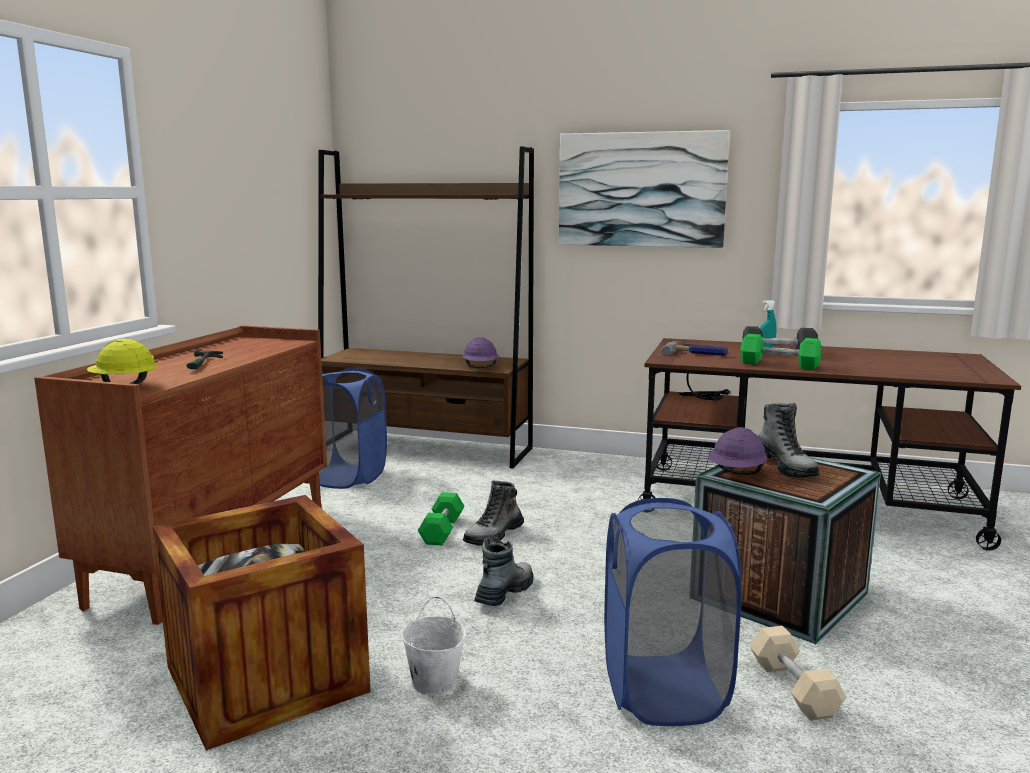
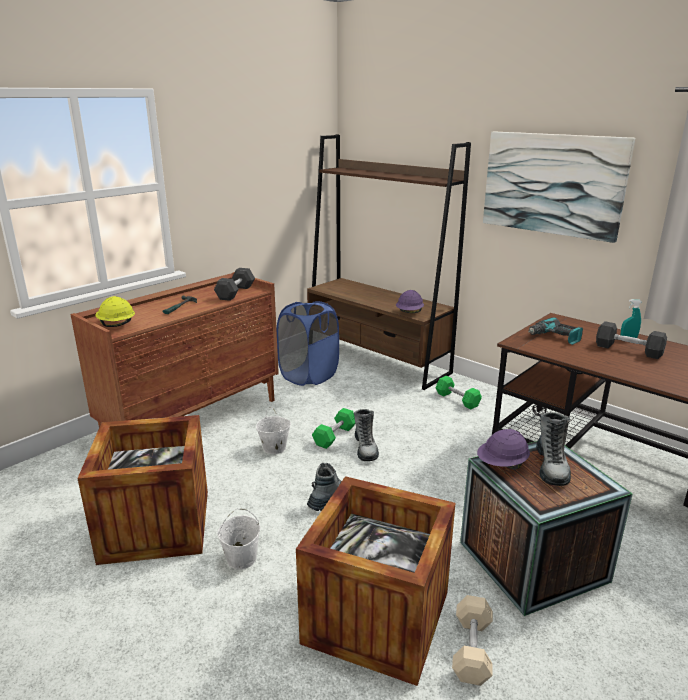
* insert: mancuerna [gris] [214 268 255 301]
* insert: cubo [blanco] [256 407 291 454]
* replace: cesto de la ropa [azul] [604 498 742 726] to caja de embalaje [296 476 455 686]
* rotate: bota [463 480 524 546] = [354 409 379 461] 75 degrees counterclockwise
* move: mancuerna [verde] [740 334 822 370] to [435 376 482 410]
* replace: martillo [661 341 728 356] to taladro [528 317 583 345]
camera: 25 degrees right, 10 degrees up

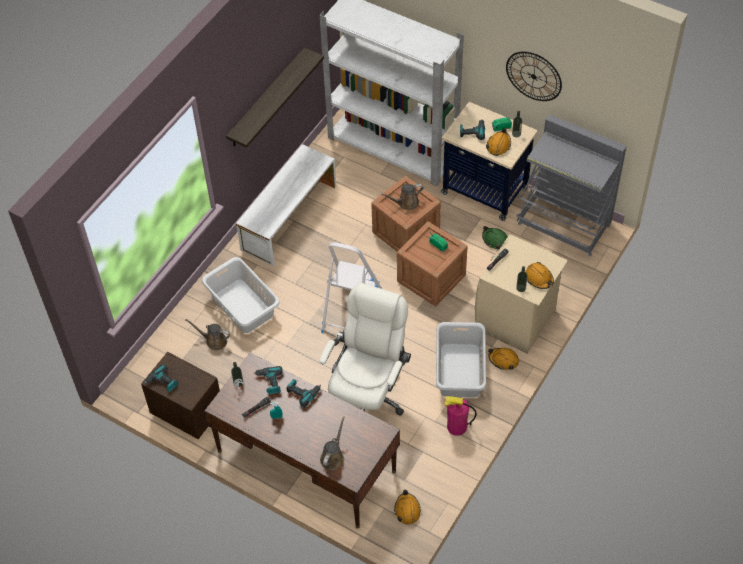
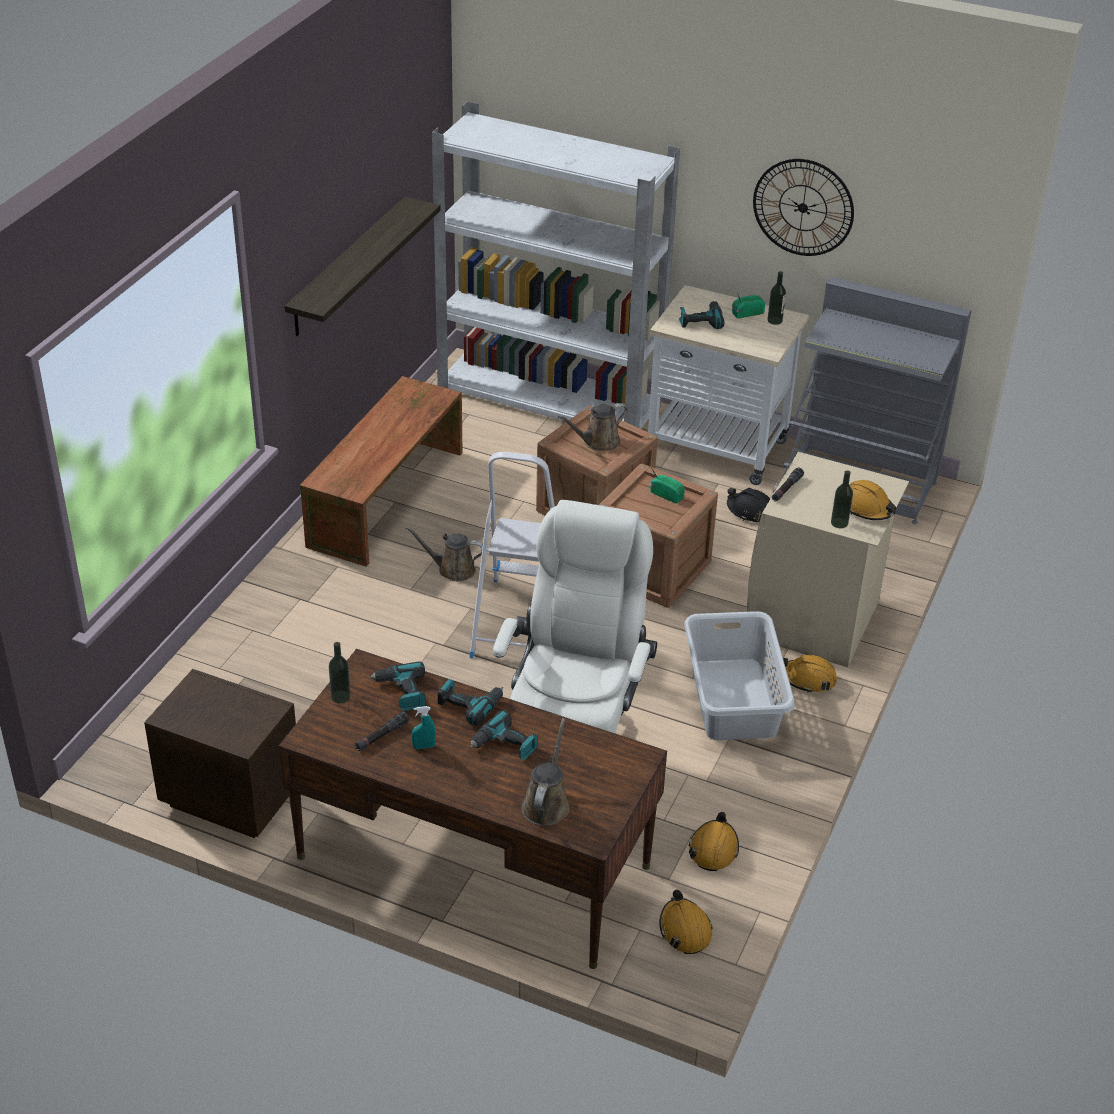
* recolor: banco [blanco] [236 144 336 266] to banco [marrón] [300 376 463 567]
* move: regadera [marrón] [186 319 230 350] to [405 526 483 581]
* move: taladro [144 364 178 392] to [469 710 538 761]
* recolor: carrito [azul] [441 102 538 221] to carrito [blanco] [648 285 809 485]
* move: casco [naranja] [486 128 511 156] to [689 812 739 871]
* recolor: casco [verde] [482 226 508 249] to casco [negro] [727 488 770 522]
* delete: cesto de la ropa [blanco] [202 257 280 333]
* delete: extintor [444 396 477 436]
camera: 10 degrees left, 15 degrees down

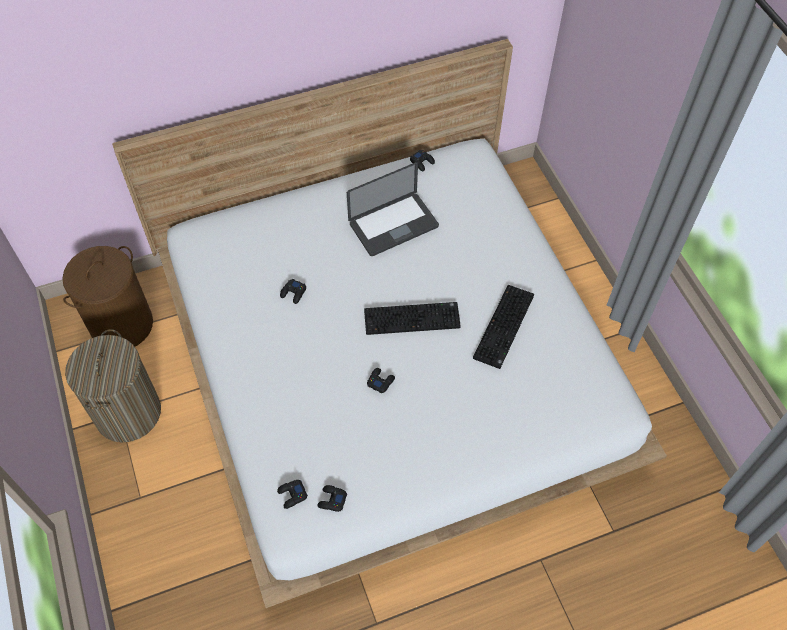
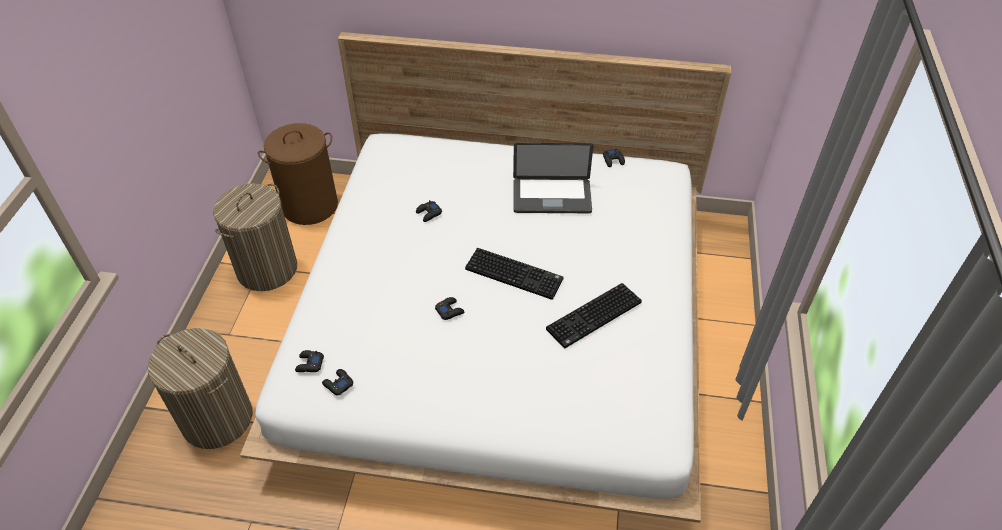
* insert: cesto de la ropa [148 328 253 449]
camera: 30 degrees right, 10 degrees down

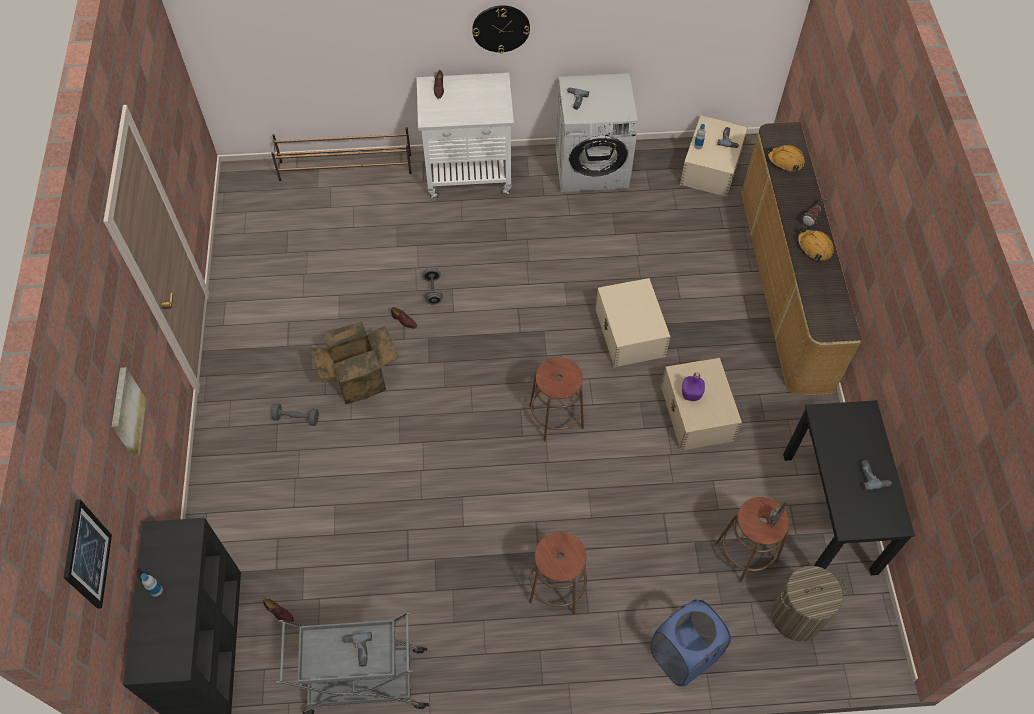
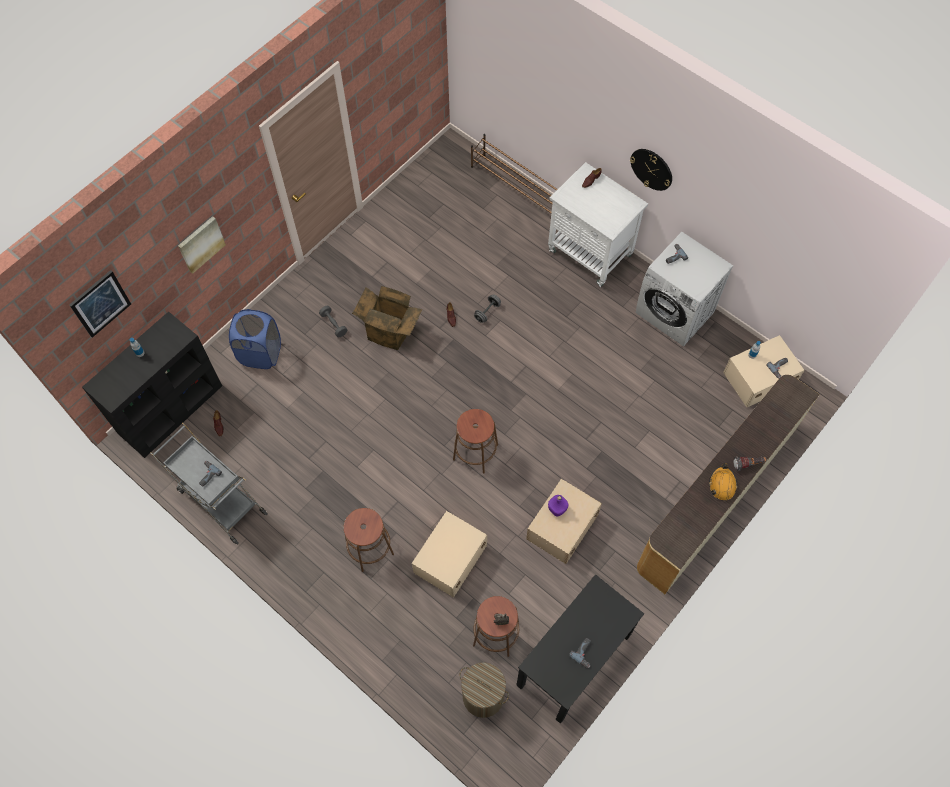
* move: cesto de la ropa [azul] [650 599 731 686] to [229 309 281 369]
* move: caja de almacenaje [beis] [595 278 671 367] to [412 511 487 598]
* delete: casco [naranja] [767 145 805 171]
camera: 45 degrees right, 5 degrees up

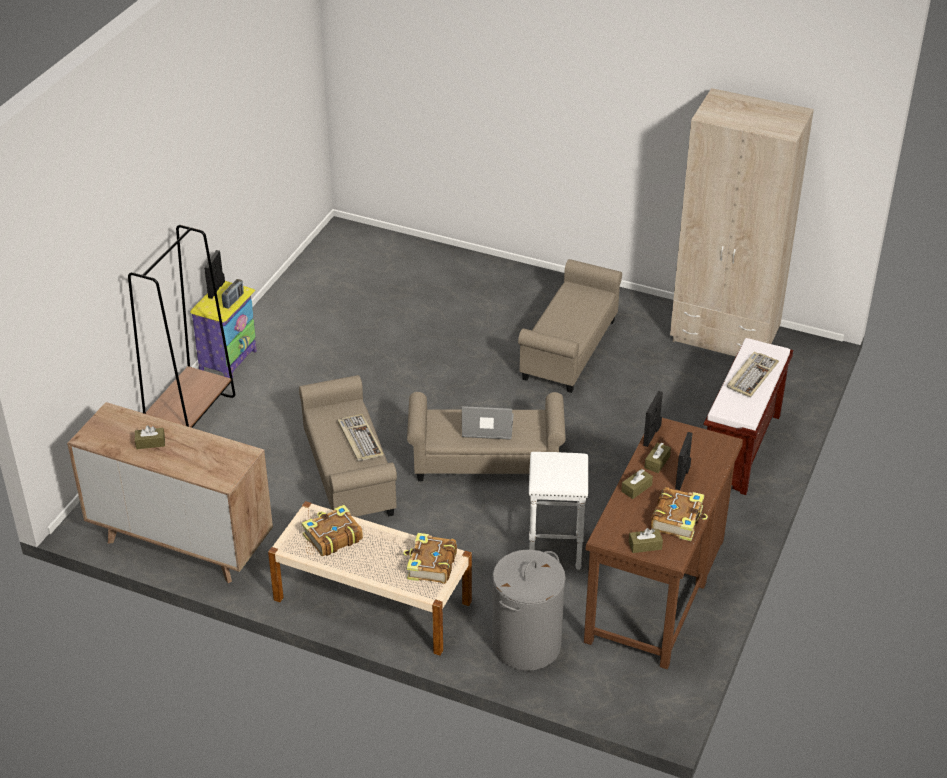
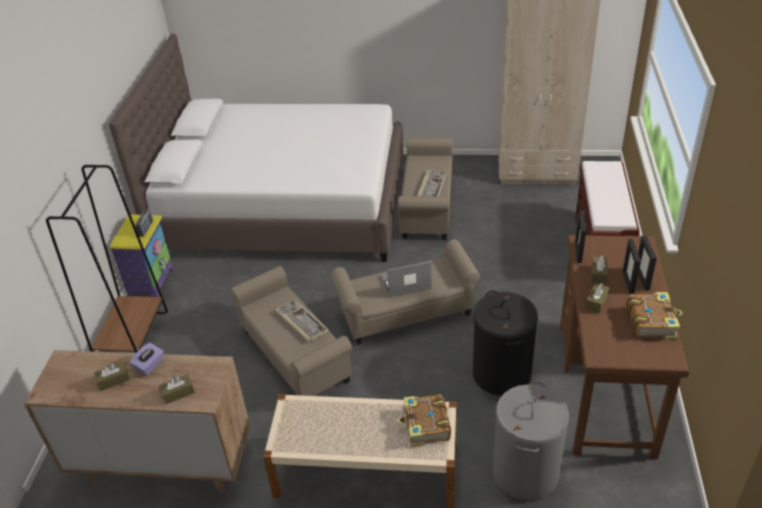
* insert: cama [blanco] [109 34 403 262]
* insert: caja de pañuelos [morado] [129 343 164 376]
* move: caja de pañuelos [marrón] [629 528 663 553] to [159 374 195 404]
* move: teclado [727 352 779 397] to [417 170 447 196]
* replace: taburete [blanco] [529 452 588 570] to cesto de la ropa [negro] [473 291 538 396]
* move: portarretratos [204 250 225 299] to [638 236 657 291]
* delete: libro [302 505 363 556]
camera: 15 degrees left, 0 degrees up

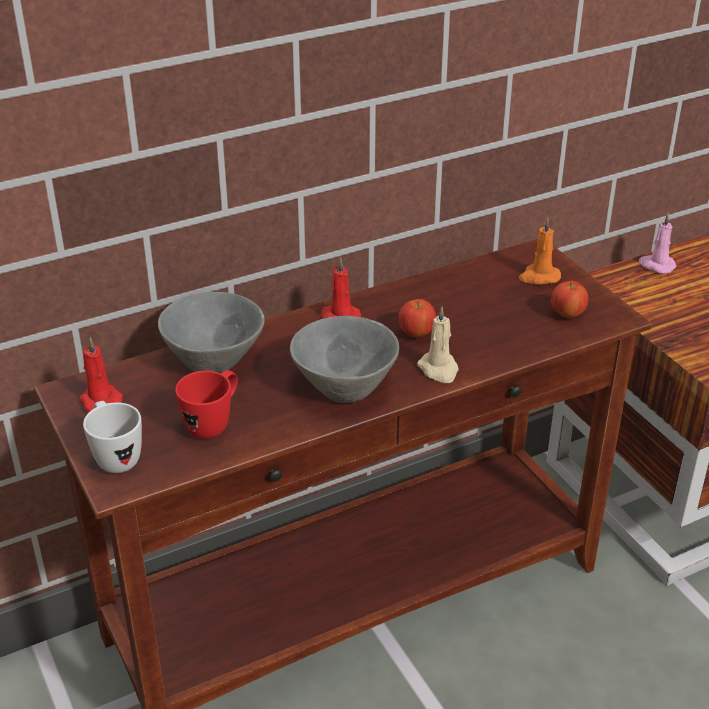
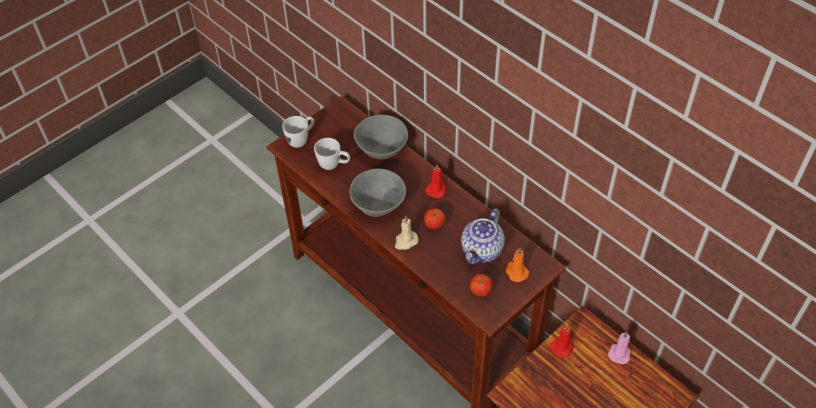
* recolor: taza grande [rojo] [175 370 238 439] to taza grande [blanco] [314 138 350 170]
* insert: tetera [461 208 505 264]
* move: vela [rojo] [79 337 123 412] to [550 326 574 358]
camera: 75 degrees right, 15 degrees up

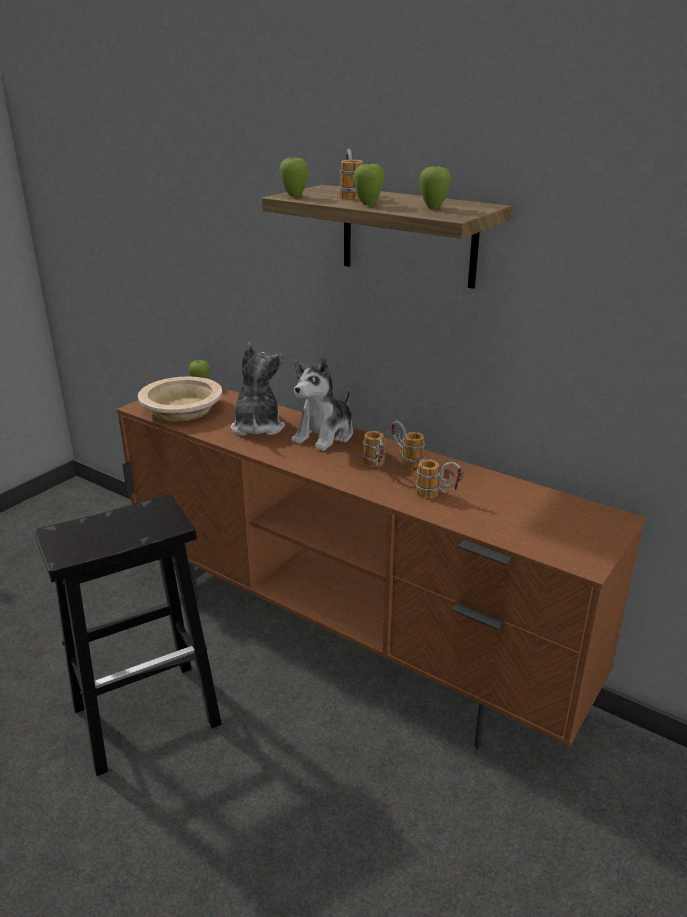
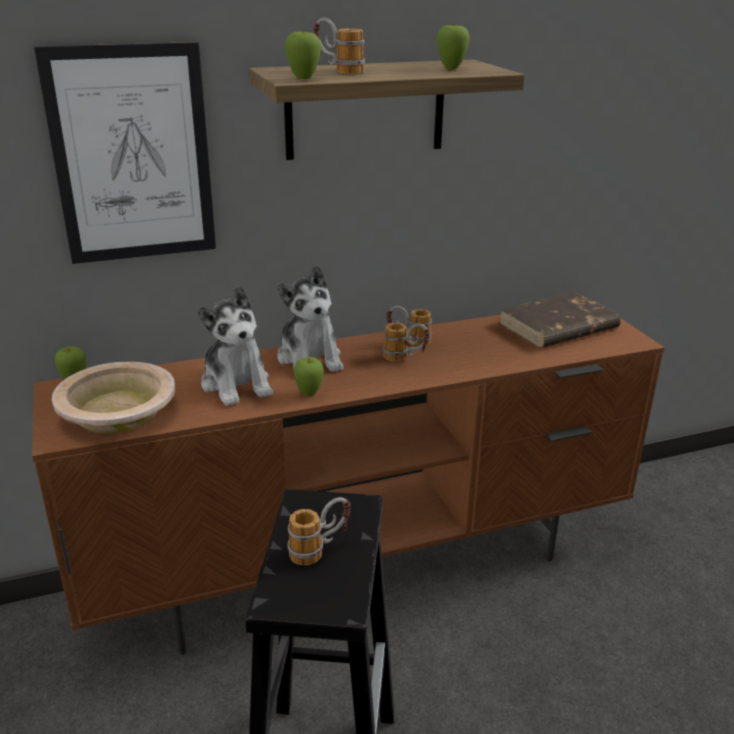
* insert: cuadro [34 42 216 264]
* rotate: peluche [231 342 285 436] = [198 286 273 406] 150 degrees counterclockwise
* move: taza grande [415 459 463 498] to [287 497 350 566]
* move: manzana [353 162 384 206] to [293 357 324 396]
* insert: libro [marrón] [498 292 621 348]
camera: 55 degrees left, 0 degrees up

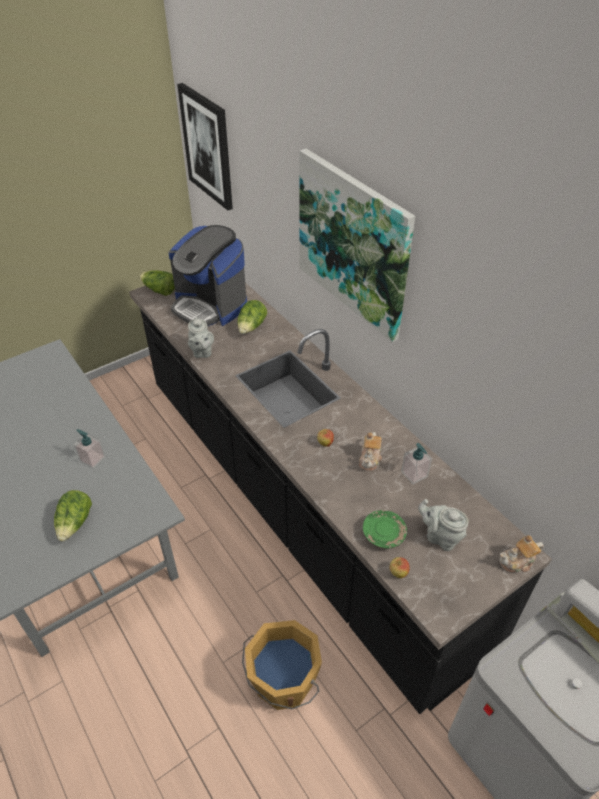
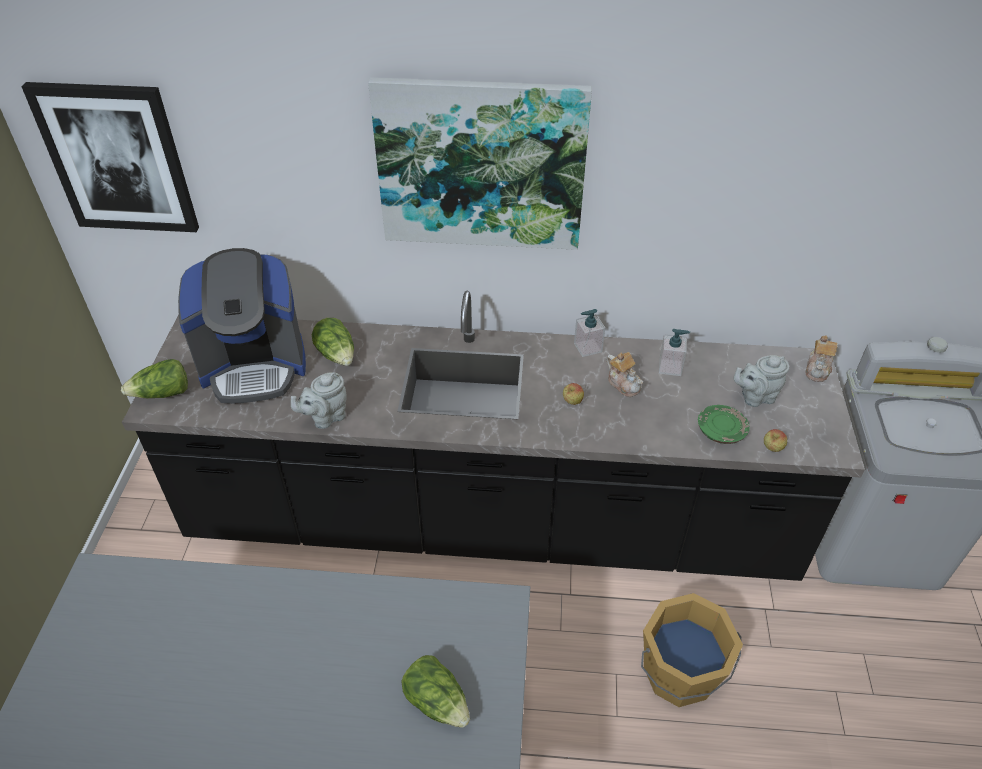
* rotate: tetera [gris] [188 316 214 358] = [291 372 347 429] 120 degrees clockwise
* move: dispensador de jabón [74 429 105 468] to [574 309 605 357]
camera: 50 degrees left, 0 degrees up

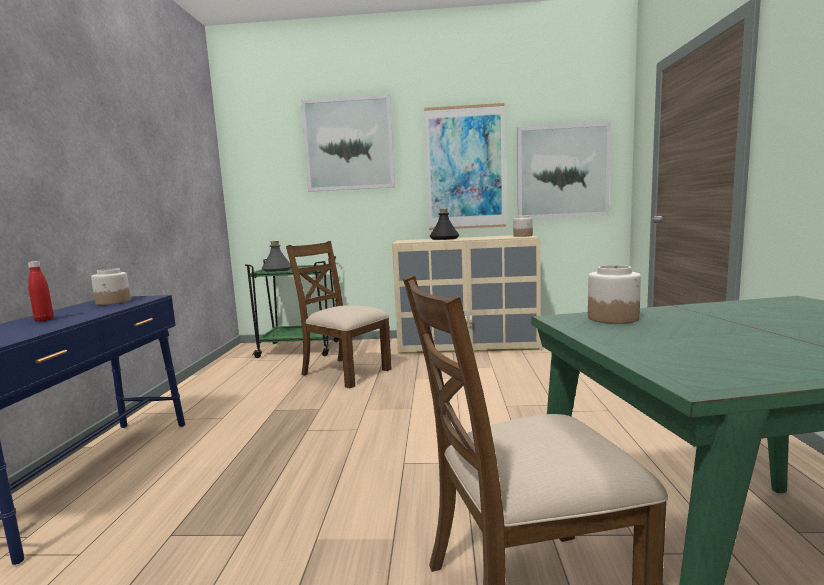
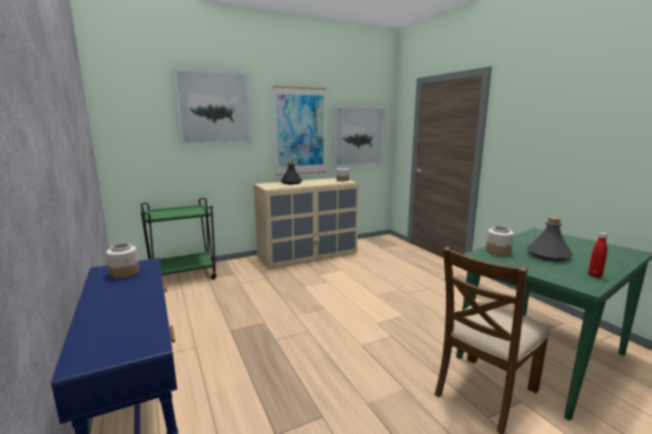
* move: botella [gris] [261 241 291 272] to [527 217 573 261]
* move: botella [rojo] [28 261 53 322] to [588 232 608 278]
* delete: silla [marrón] [286 241 391 388]
camera: 30 degrees left, 5 degrees up

